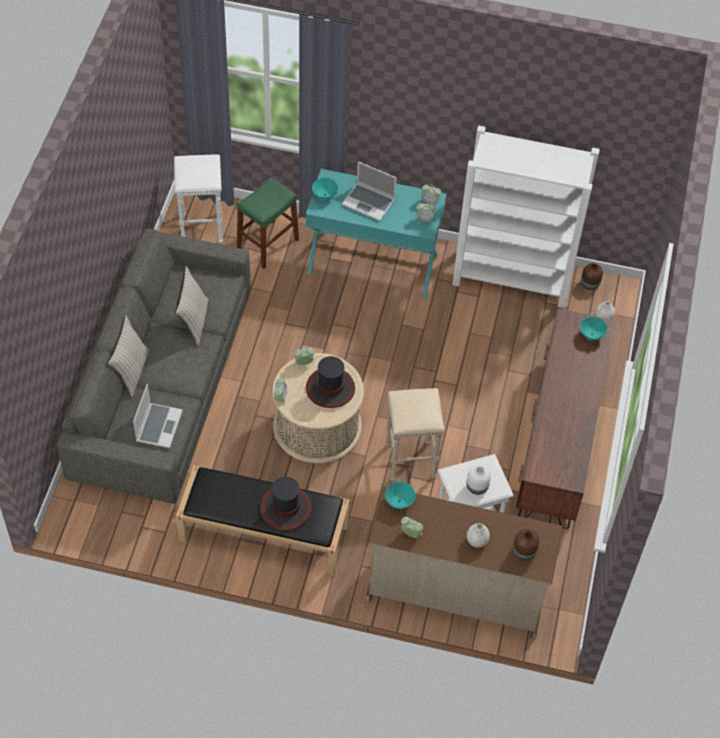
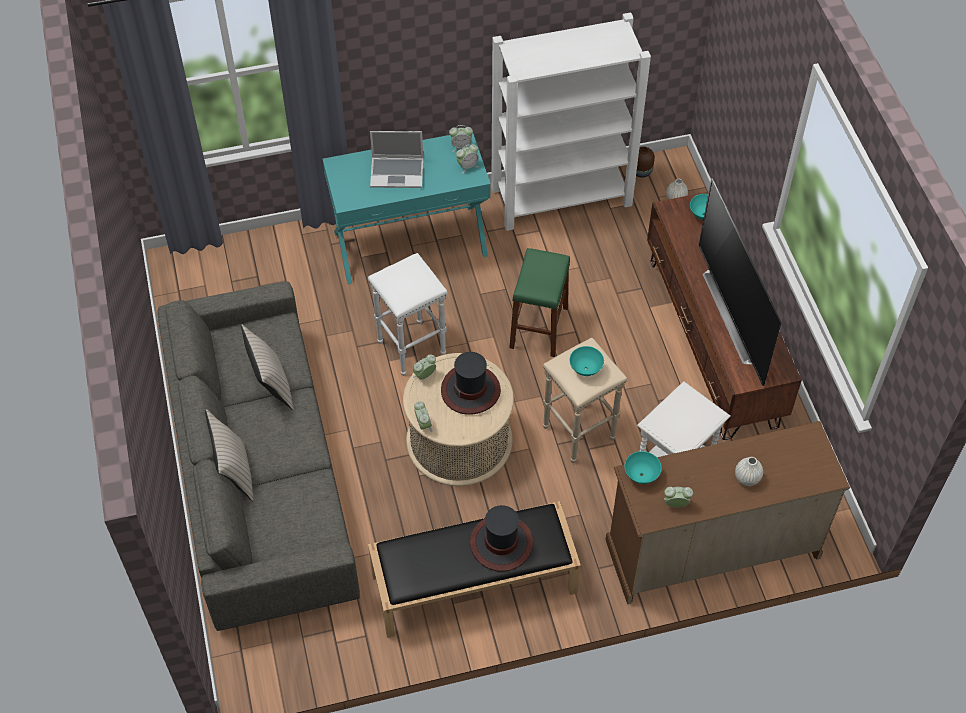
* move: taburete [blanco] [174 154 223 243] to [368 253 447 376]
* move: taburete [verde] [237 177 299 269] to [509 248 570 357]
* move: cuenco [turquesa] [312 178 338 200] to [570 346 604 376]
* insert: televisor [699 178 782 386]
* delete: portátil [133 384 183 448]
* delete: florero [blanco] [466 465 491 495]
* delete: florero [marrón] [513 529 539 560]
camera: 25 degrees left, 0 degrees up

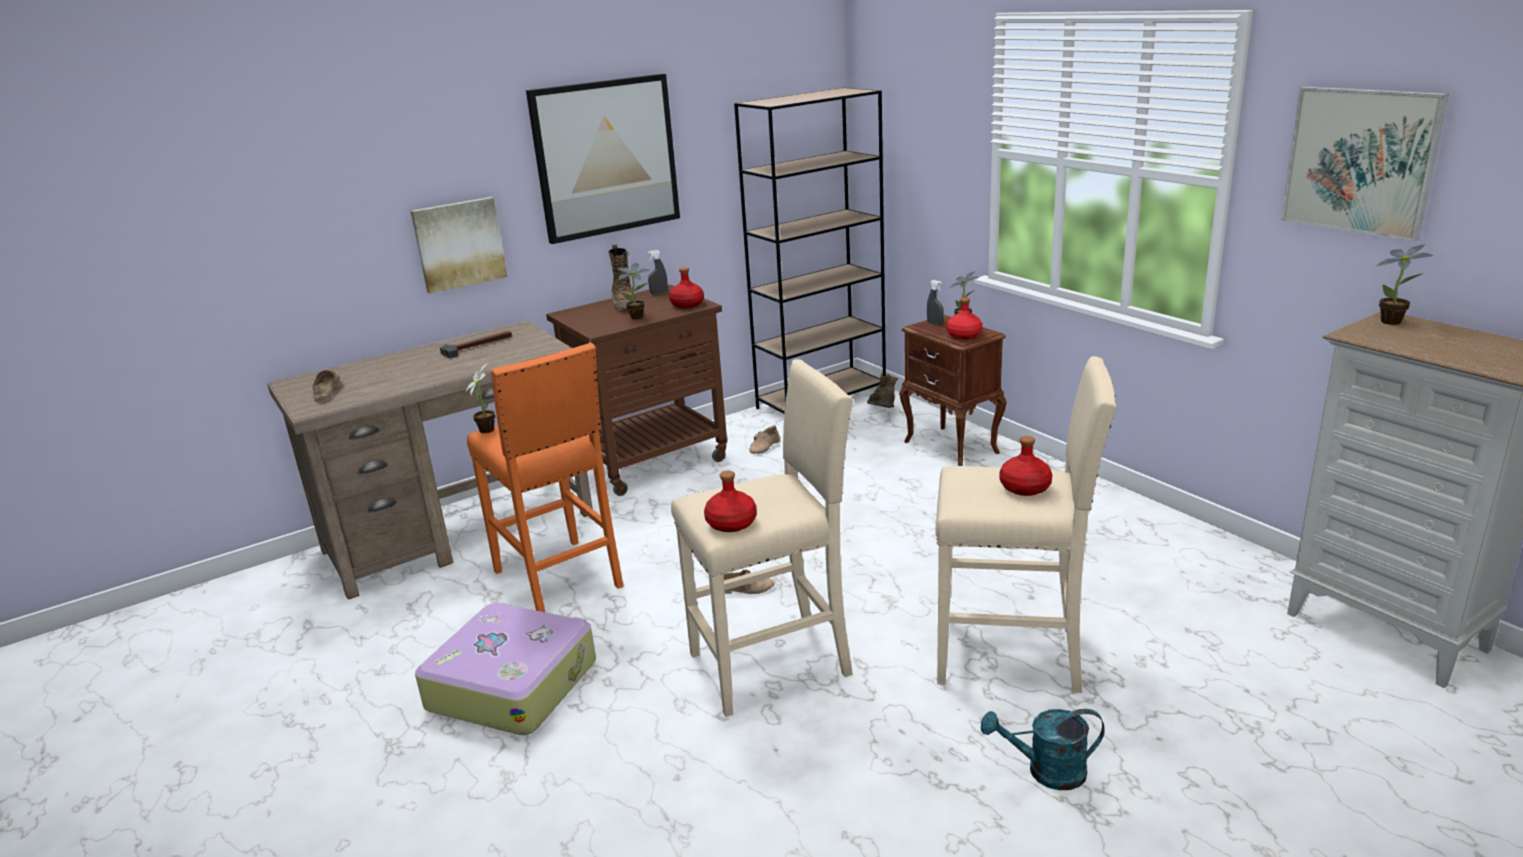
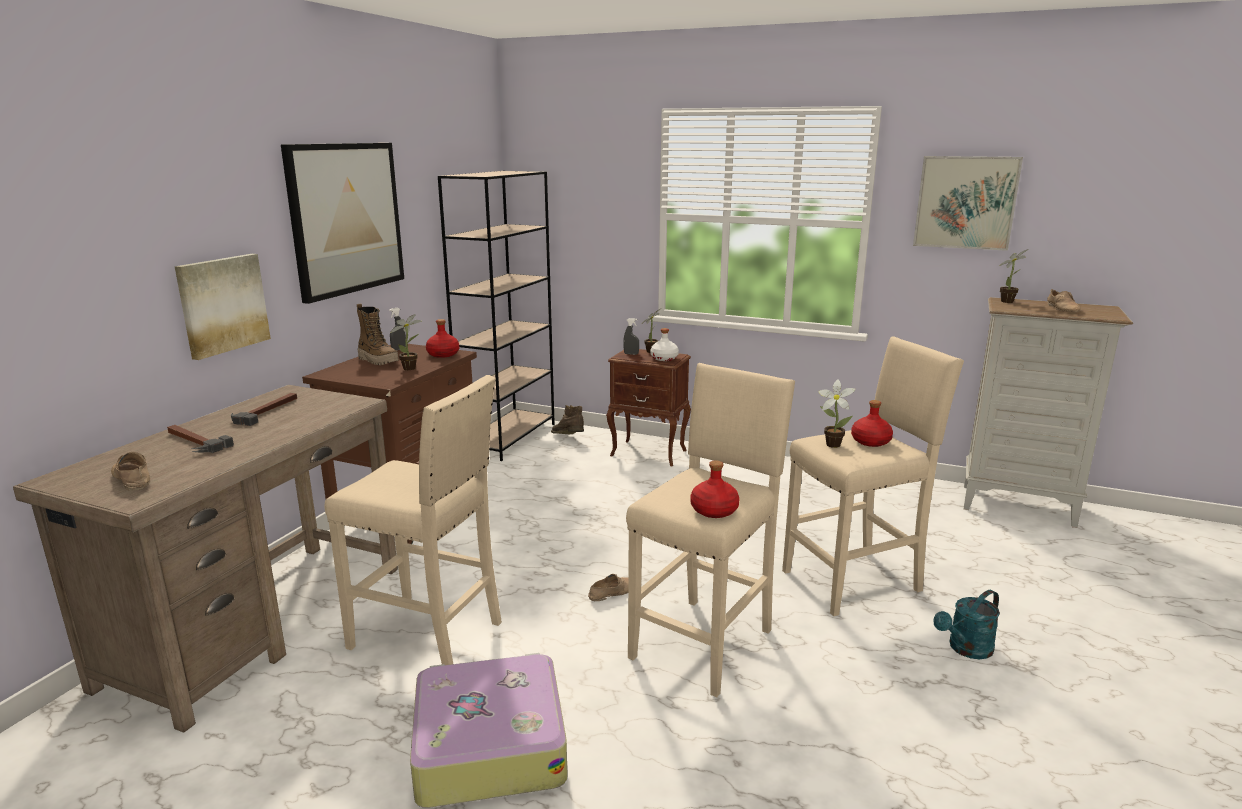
* insert: martillo [167 425 234 453]
* recolor: taburete [naranja] [467 343 624 612] to taburete [beis] [325 375 502 665]
* recolor: botella [rojo] [946 297 983 339] to botella [blanco] [650 328 679 361]
* move: planta en maceta [465 363 495 433] to [818 379 856 448]
* move: zapato [beis] [749 425 780 454] to [1047 289 1081 312]
camera: 35 degrees left, 5 degrees down

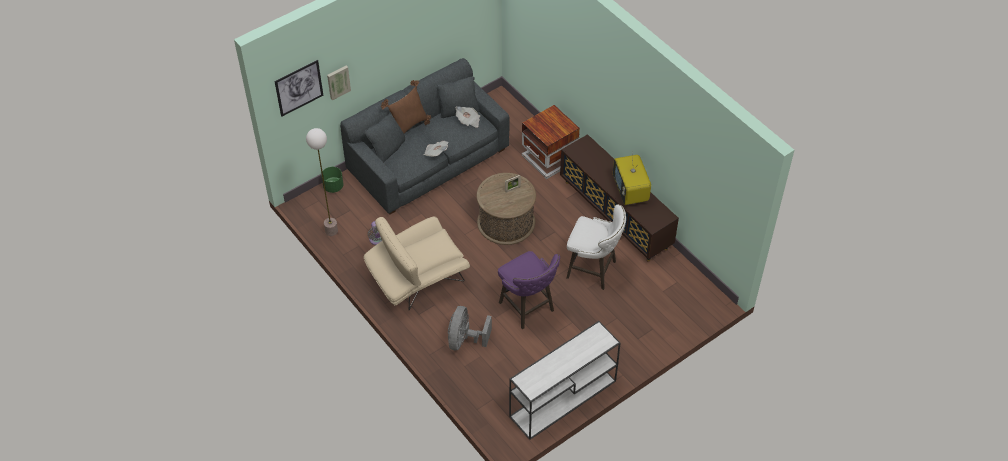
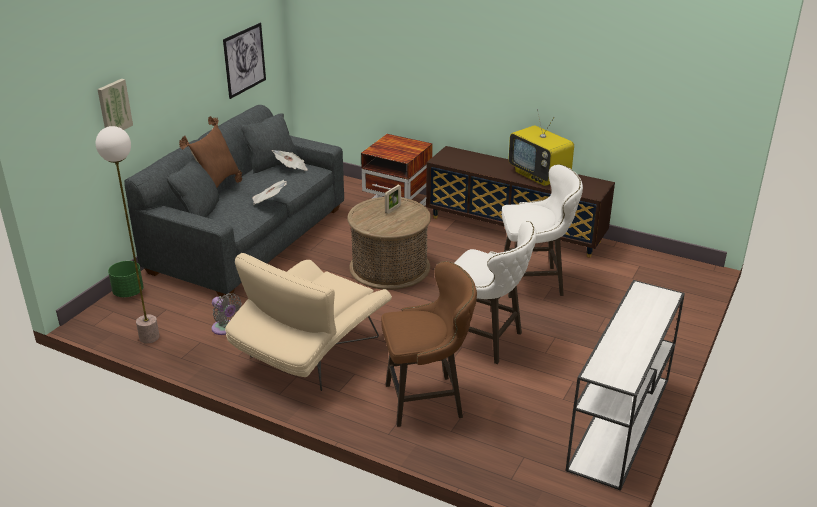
* move: cuadro [274 60 323 117] to [223 23 266 99]
* replace: ventilador [gris] [448 306 492 350] to taburete [marrón] [381 261 477 427]
* recolor: taburete [morado] [498 251 560 330] to taburete [blanco] [454 221 536 364]
camera: 25 degrees left, 20 degrees down

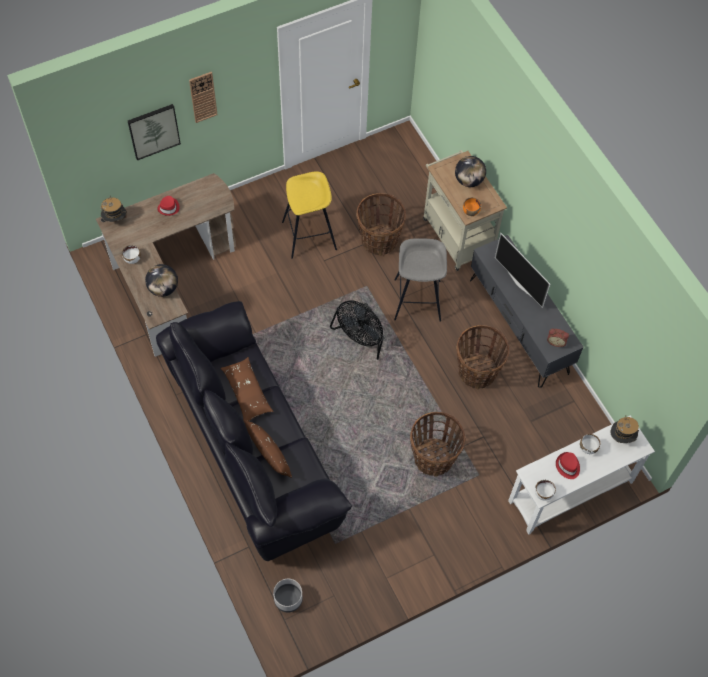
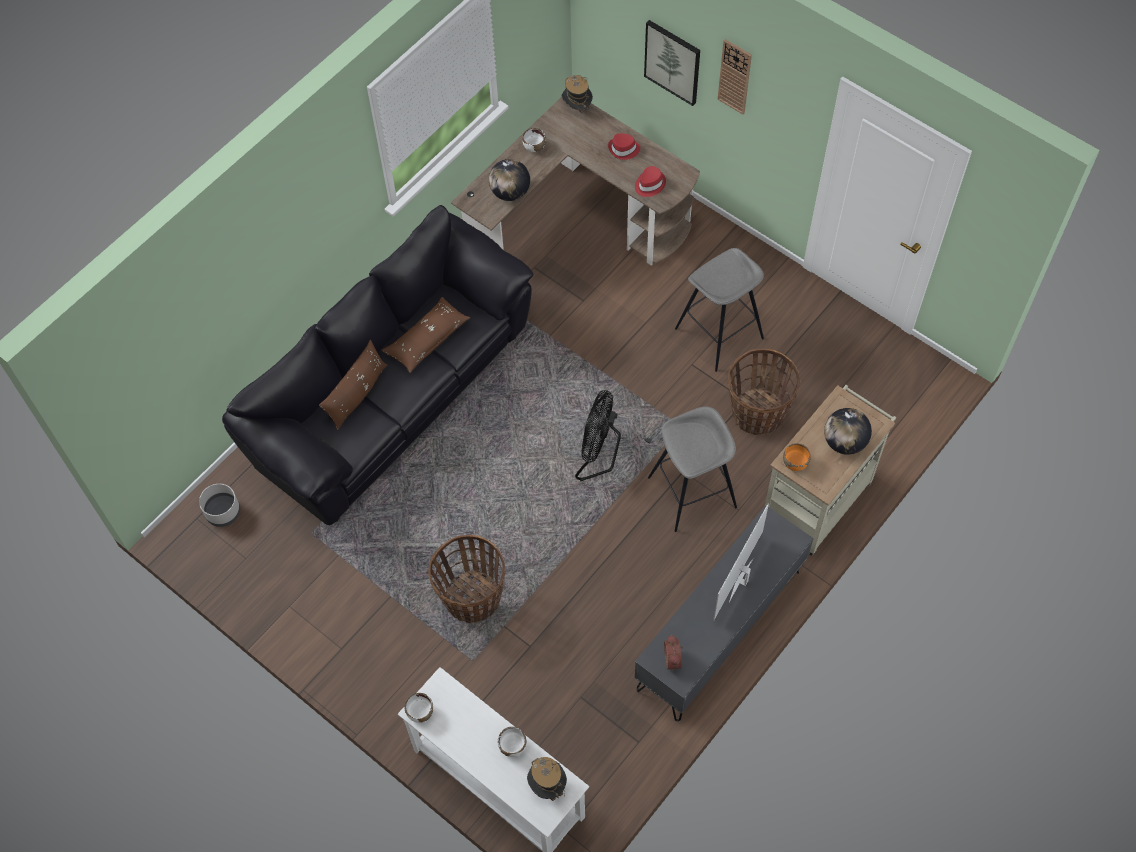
* move: sombrero [rojo] [556 452 580 479] to [635 166 666 197]
* recolor: taburete [amarillo] [282 171 337 259] to taburete [gris] [675 248 764 372]
* delete: cesta [456 325 509 389]
camera: 70 degrees right, 0 degrees up

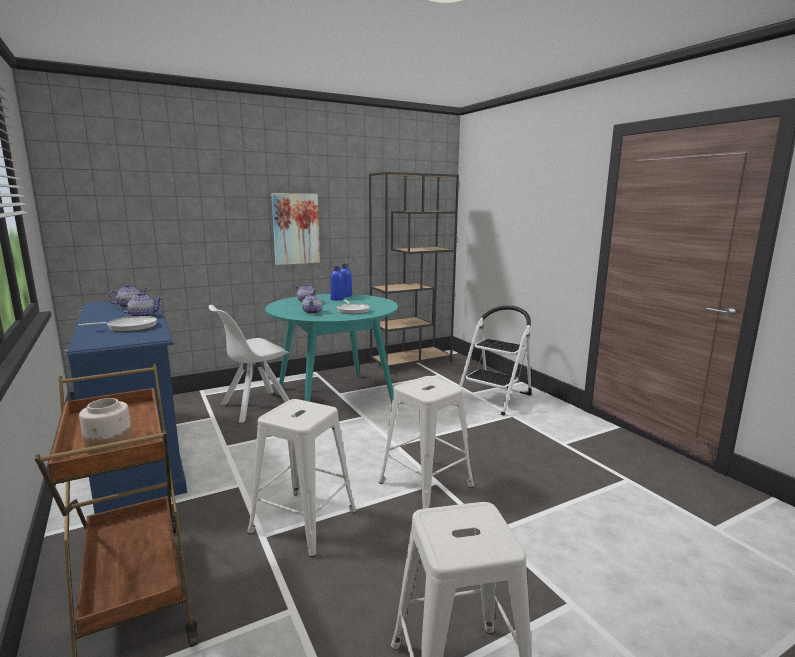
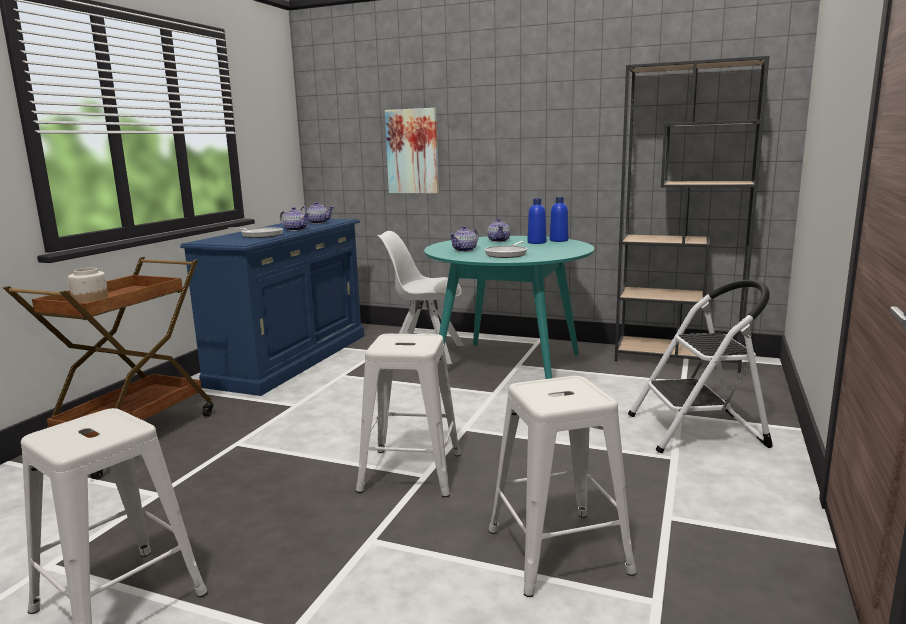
* move: cuadro [271 193 320 265] to [385 108 439 193]
* move: taburete [blanco] [247 399 356 557] to [488 376 637 597]
camera: 50 degrees right, 0 degrees up

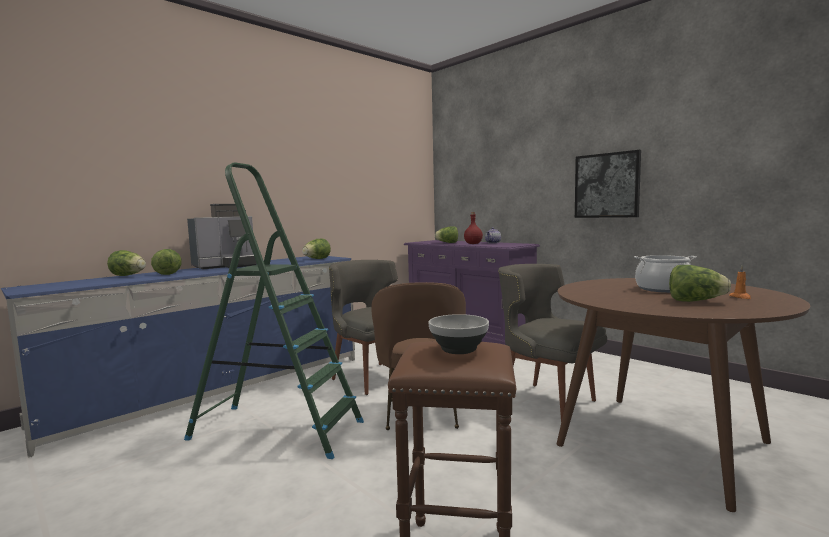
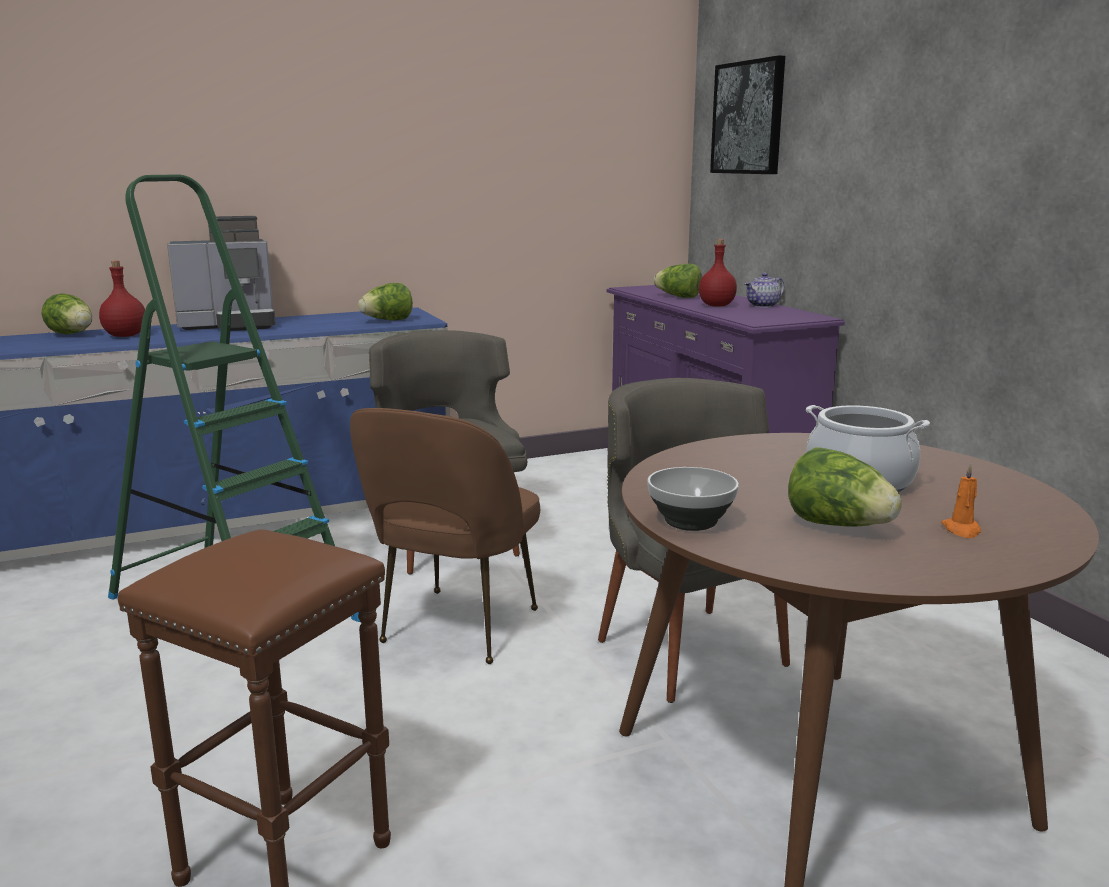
* replace: lechuga [151 249 182 275] to botella [rojo] [99 261 145 337]
* move: cuenco [428 314 489 354] to [647 467 739 531]
* move: cuadro [575 150 641 218] to [710 55 785 174]
camera: 20 degrees right, 10 degrees up

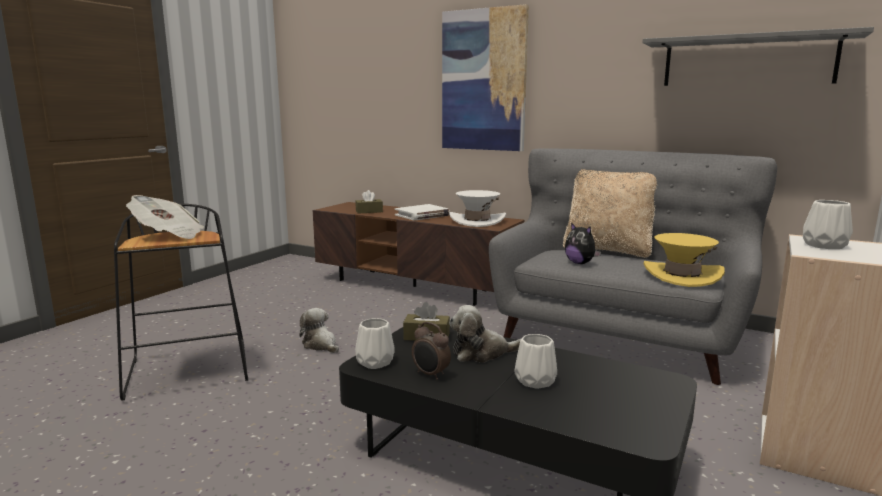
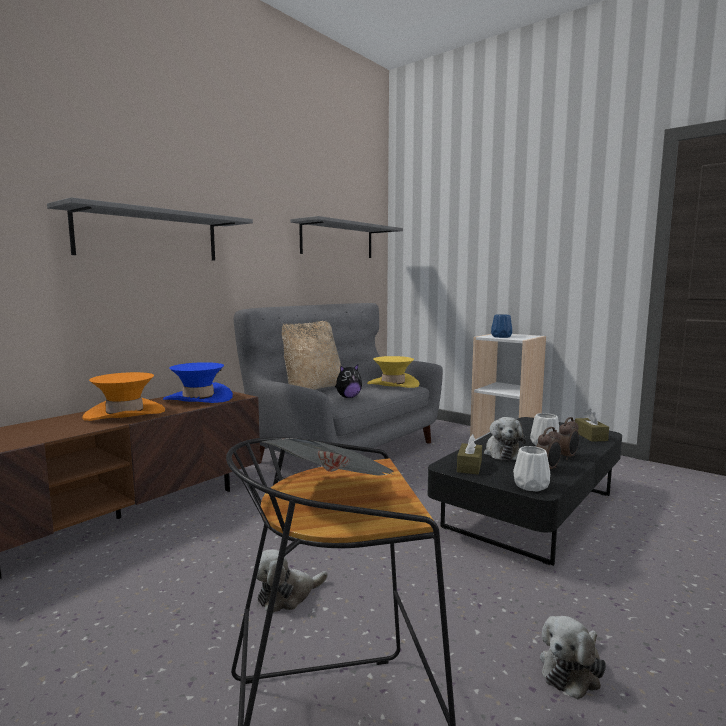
* replace: cuadro [442 4 529 151] to estante [gris] [47 197 253 261]
* replace: libro [blanco] [395 204 450 220] to sombrero [naranja] [82 372 165 421]
* recolor: sombrero [blanco] [449 190 506 227] to sombrero [azul] [163 362 233 403]
* recolor: florero [blanco] [803 200 853 249] to florero [azul] [491 314 512 338]
* insert: peluche [540 616 606 700]
* insert: despertador [559 417 579 460]
* move: caja de pañuelos [marrón] [356 190 383 214] to [575 409 609 442]
camera: 80 degrees left, 5 degrees down

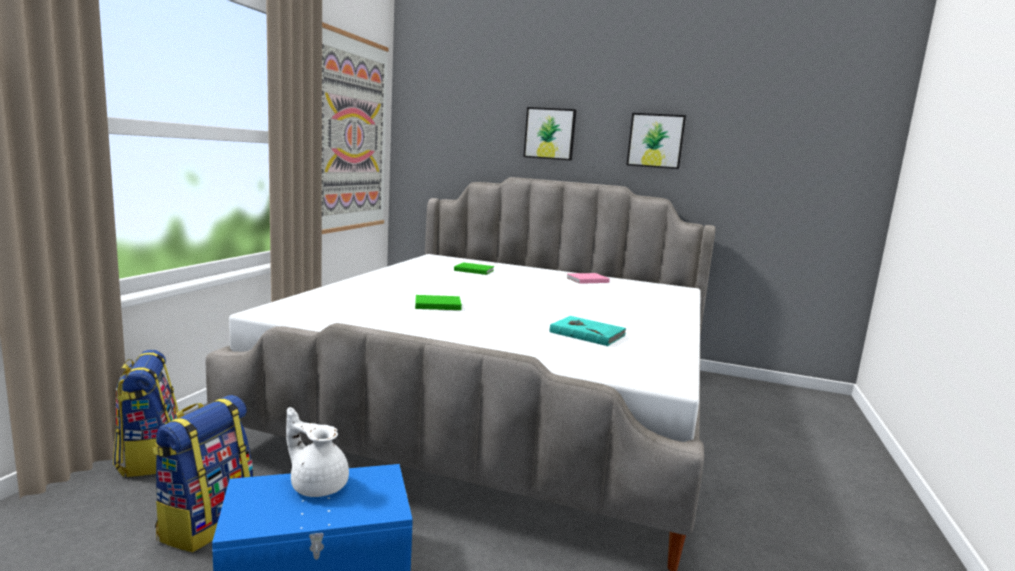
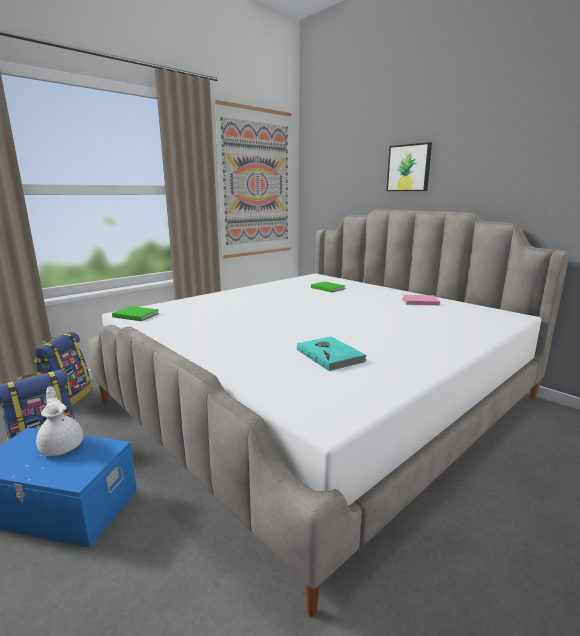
* move: libro [verde] [415 295 462 310] to [112 306 159 321]
* delete: cuadro [626 113 686 169]
camera: 30 degrees right, 5 degrees up

